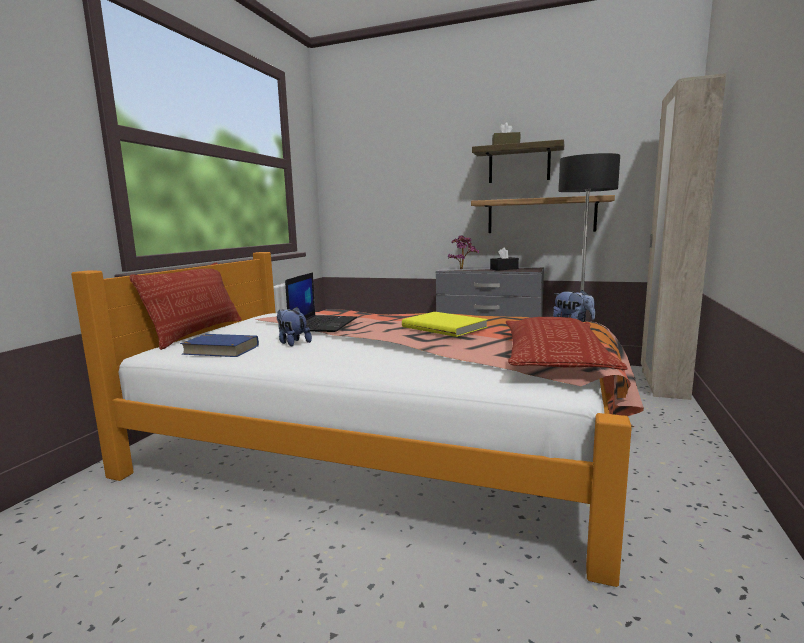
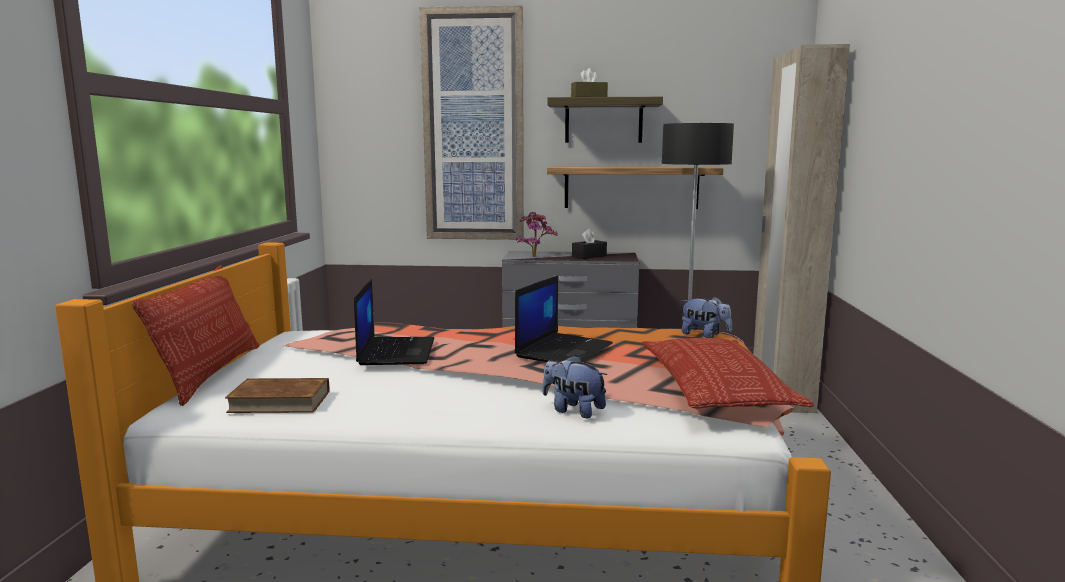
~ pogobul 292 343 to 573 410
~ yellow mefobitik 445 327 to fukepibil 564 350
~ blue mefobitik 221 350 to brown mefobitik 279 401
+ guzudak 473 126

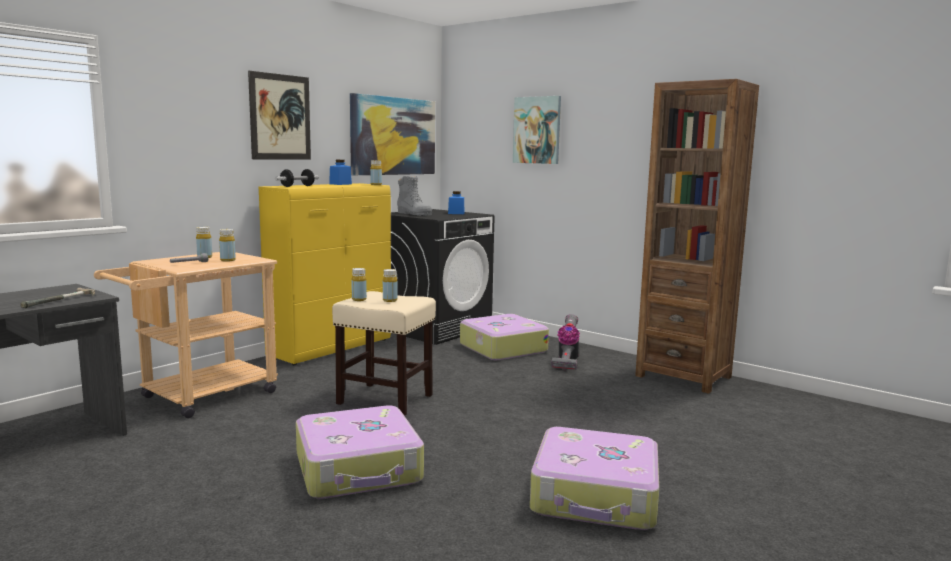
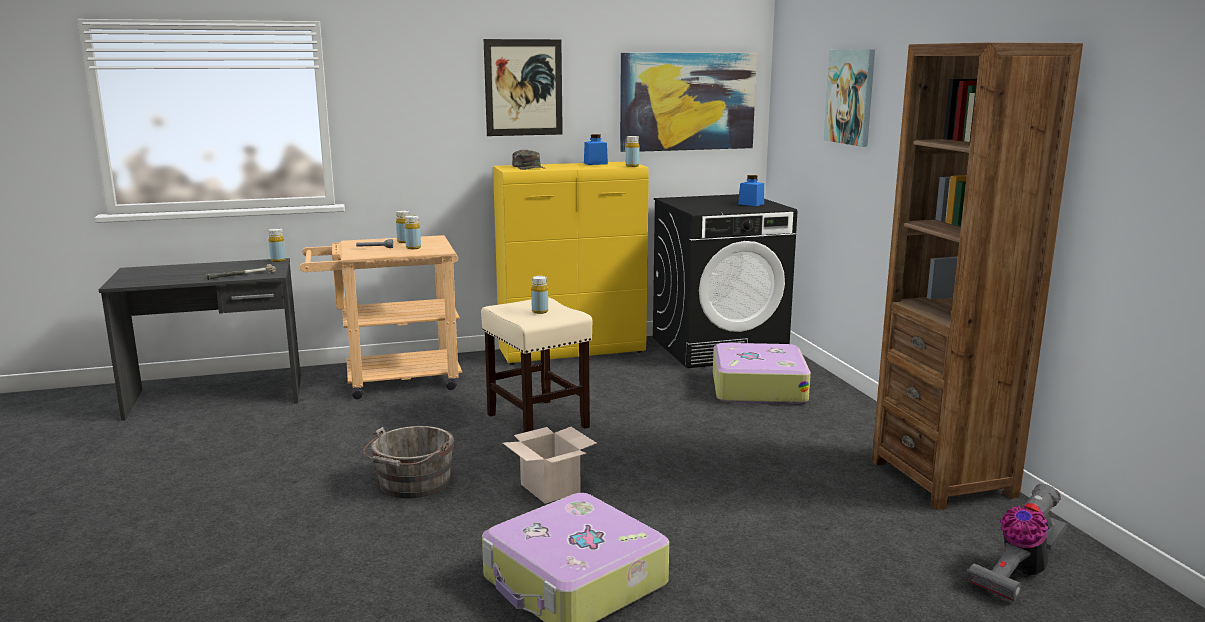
~ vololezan 297 186 to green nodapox 529 167
- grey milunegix 414 214
~ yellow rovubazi 359 299 to 278 260
~ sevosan 567 361 to 1018 572
~ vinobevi 359 468 to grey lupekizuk 412 484
+ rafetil 551 489

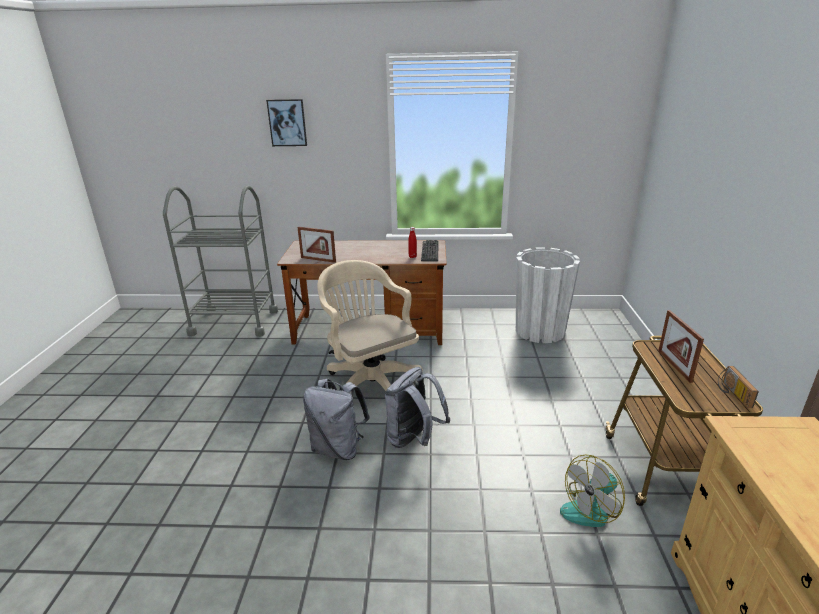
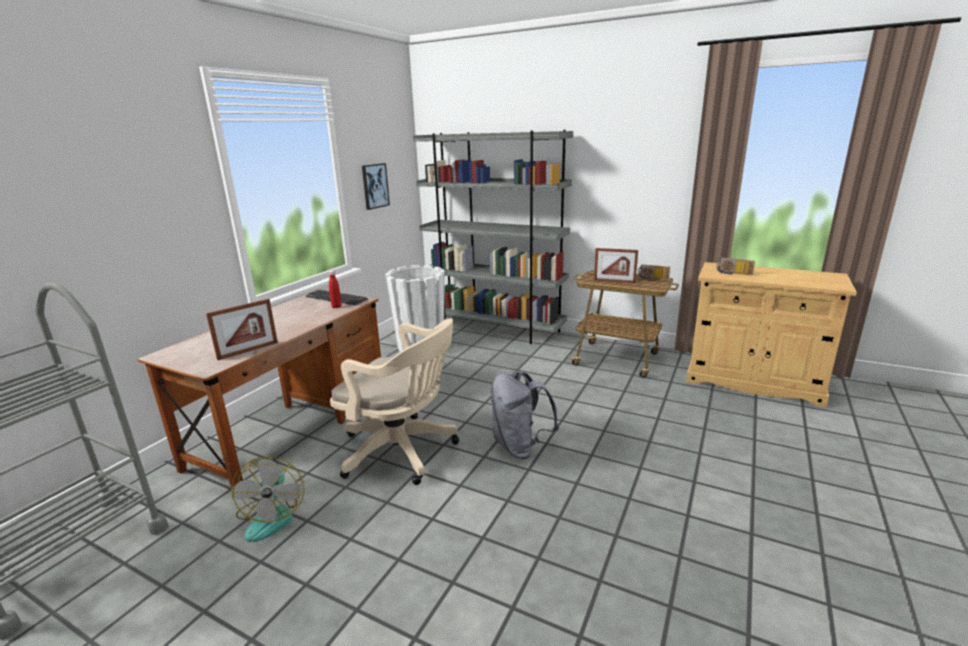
~ guzudak 287 122 to 375 186
~ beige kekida 370 383 = 403 451 150 degrees counterclockwise
- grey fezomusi 338 448
~ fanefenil 592 509 to 272 516
+ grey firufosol 495 329
+ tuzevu 733 273

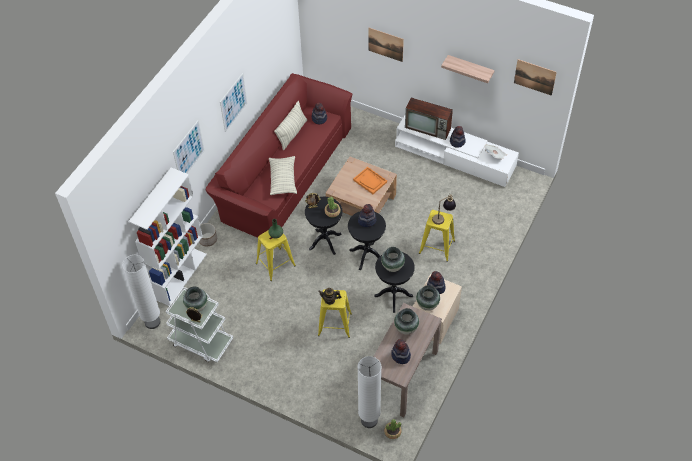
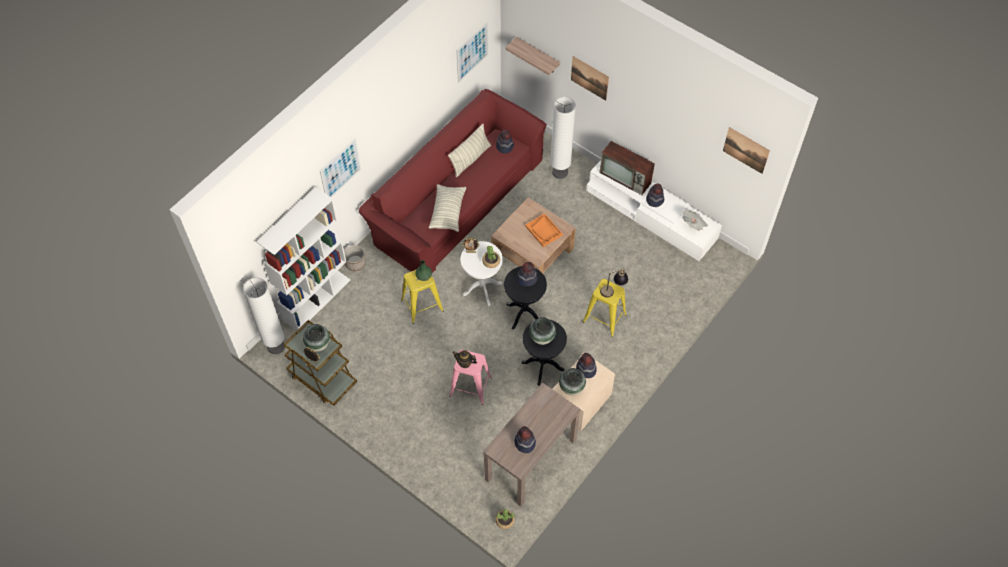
~ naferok 470 69 to 538 56
~ guzudak 233 102 to 472 52
~ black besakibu 325 241 to white besakibu 482 289
~ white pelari 201 342 to brown pelari 322 378
~ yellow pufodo 334 324 to pink pufodo 470 387
- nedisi 406 328
~ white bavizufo 369 420 to 560 172

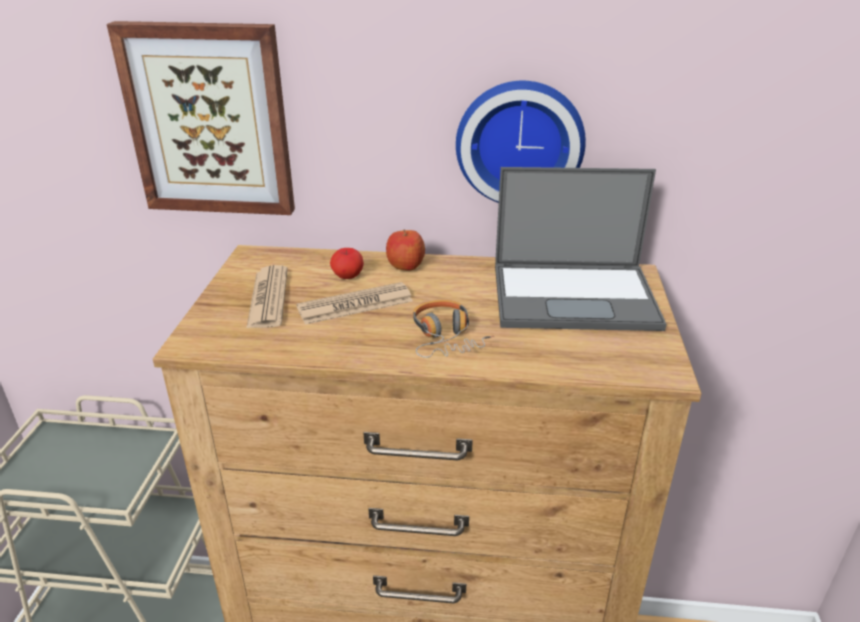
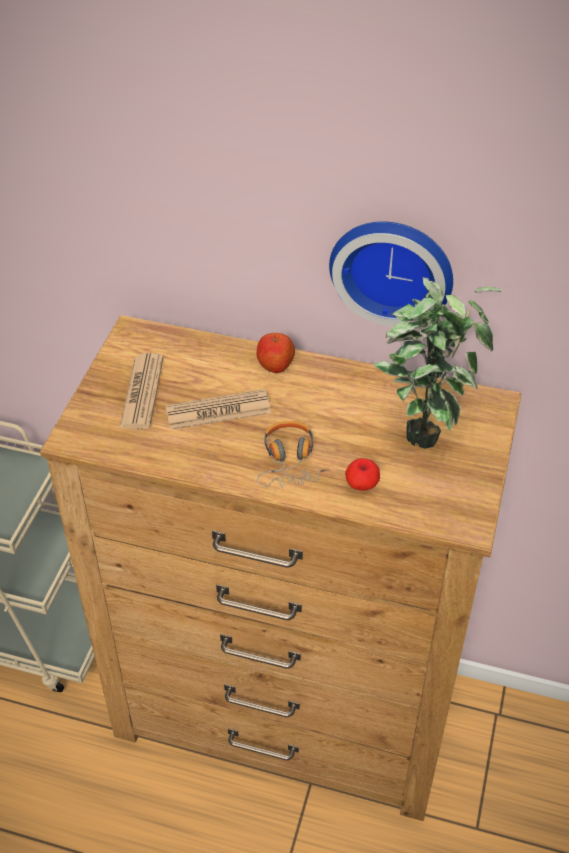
- guzudak 210 120
~ fukepibil 575 296 to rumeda 424 425
~ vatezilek 347 277 to 361 485

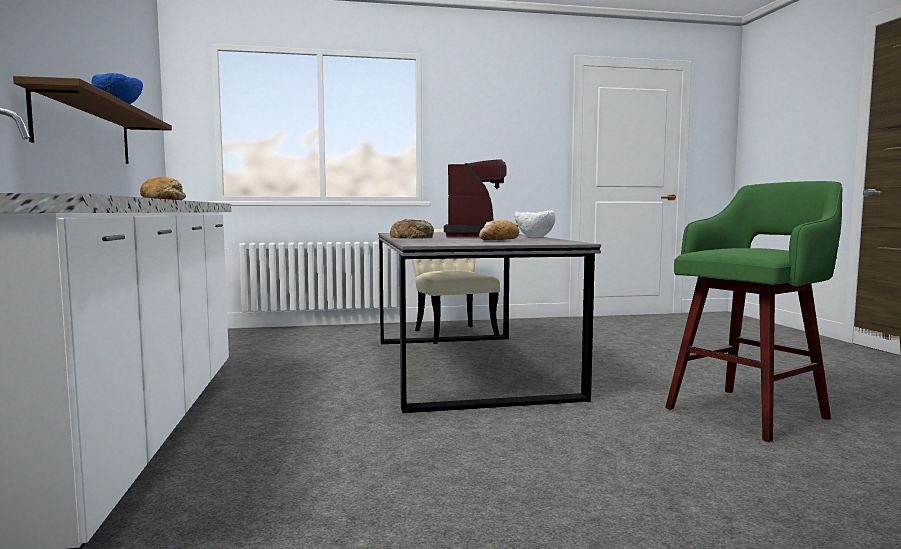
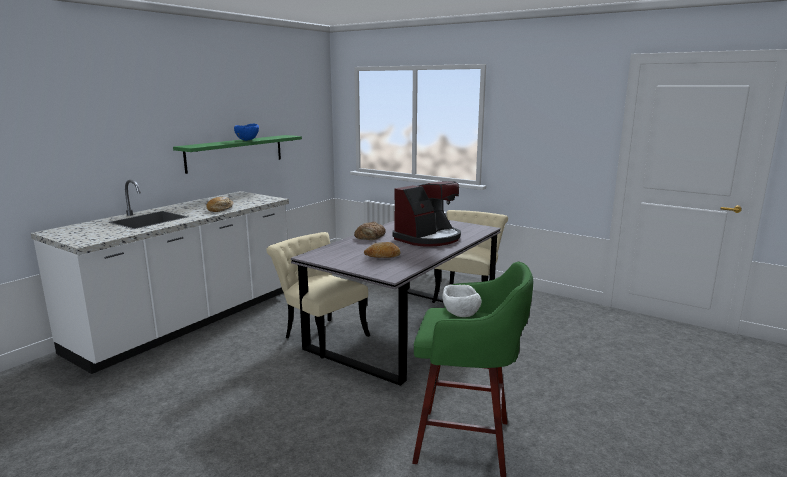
~ brown naferok 85 130 to green naferok 235 153
~ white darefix 534 237 to 460 315
+ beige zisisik 320 334

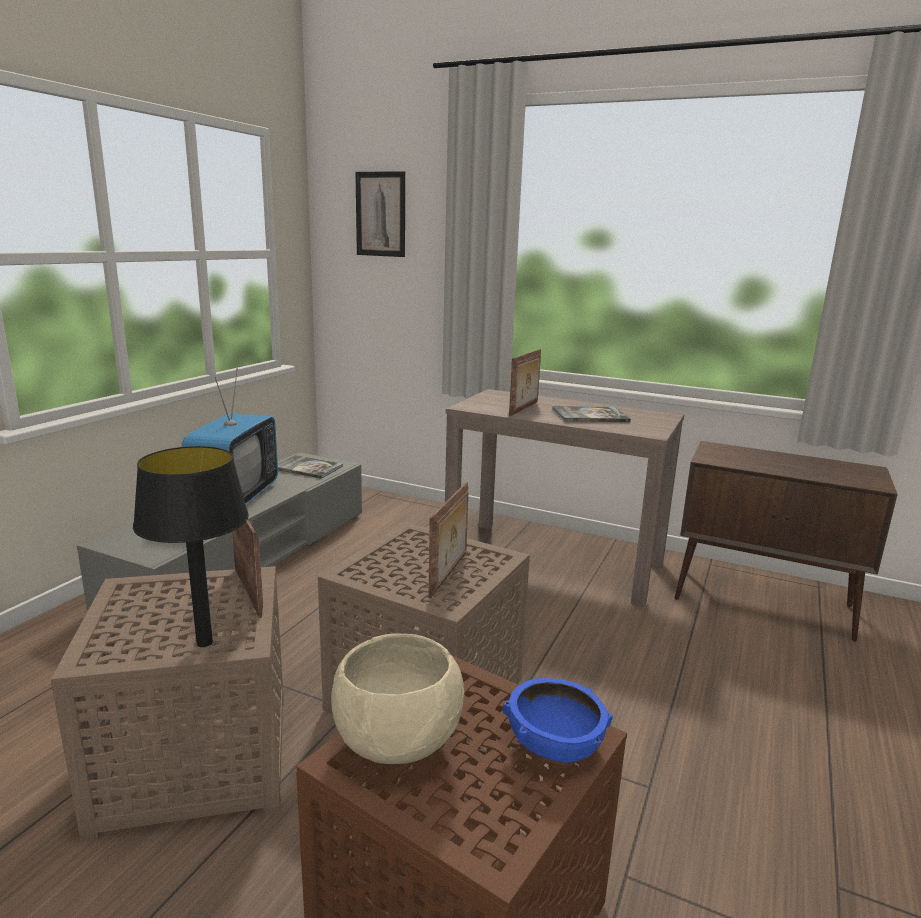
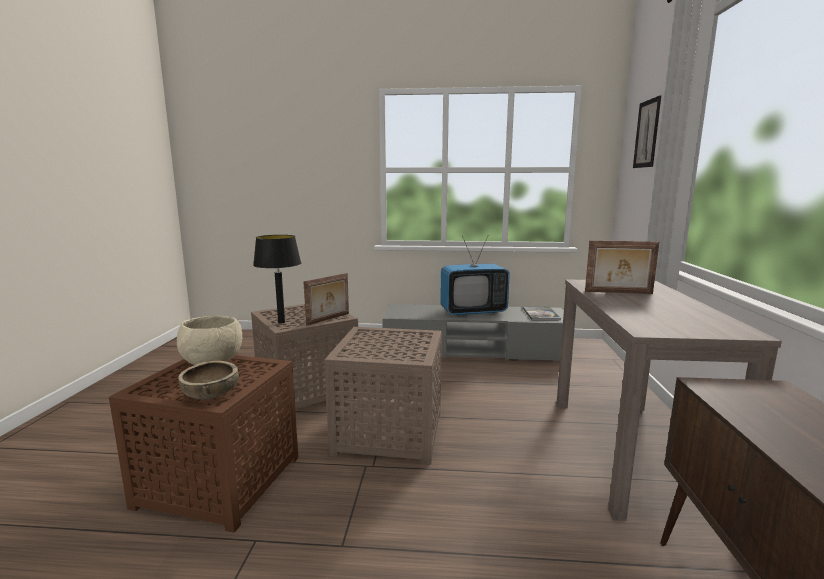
- mefobitik 590 415
- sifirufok 449 574
~ blue darefix 554 743 to brown darefix 211 394

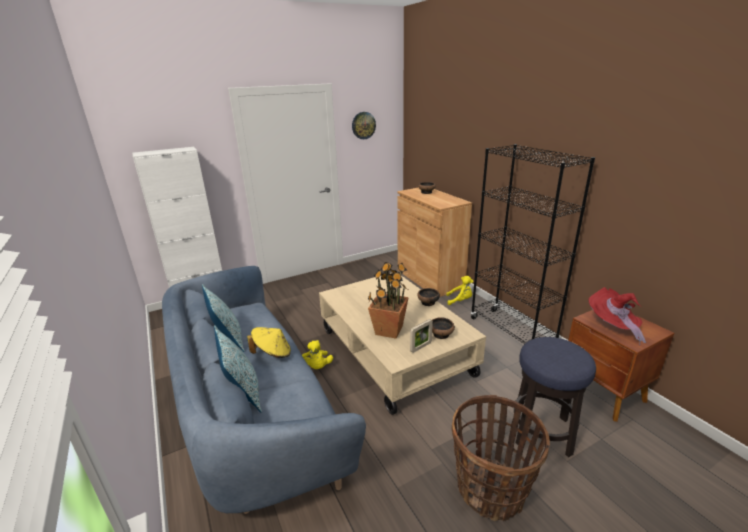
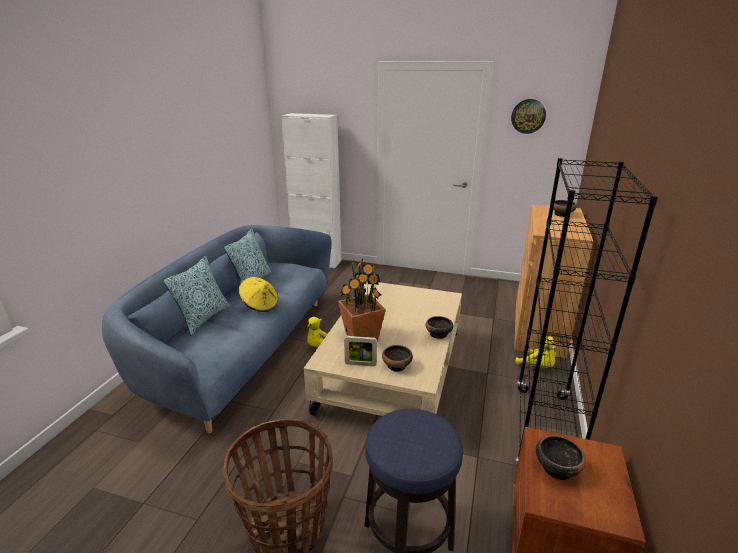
~ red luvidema 612 326 to darefix 556 468

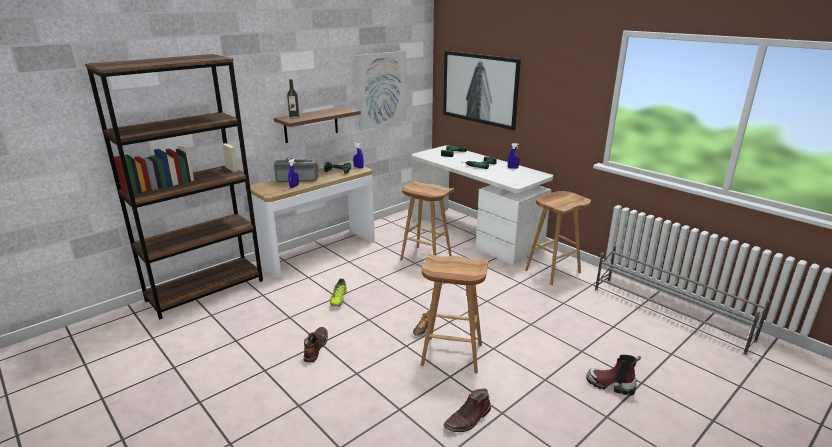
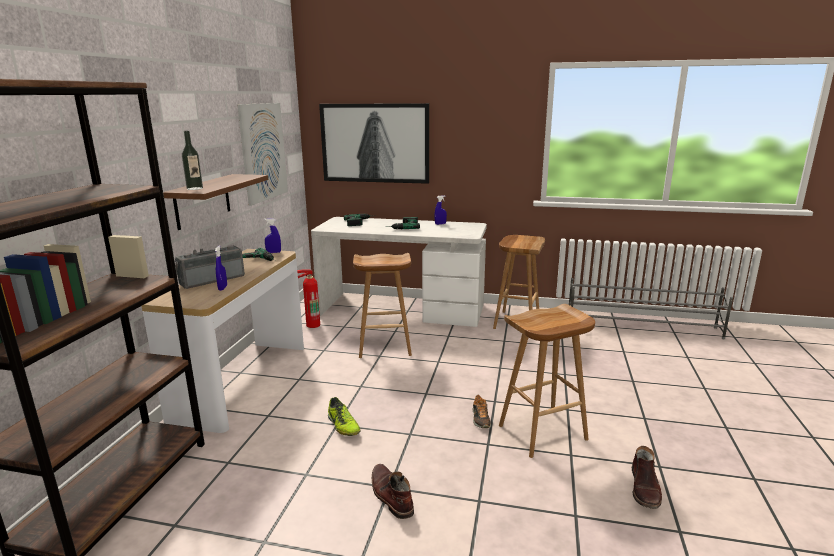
- milunegix 610 385
+ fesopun 311 325

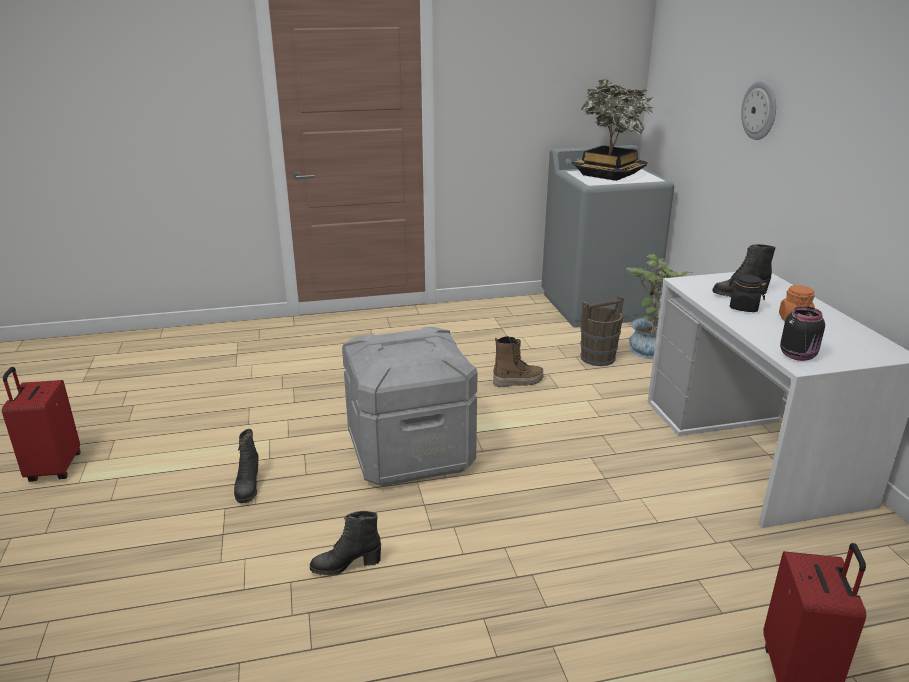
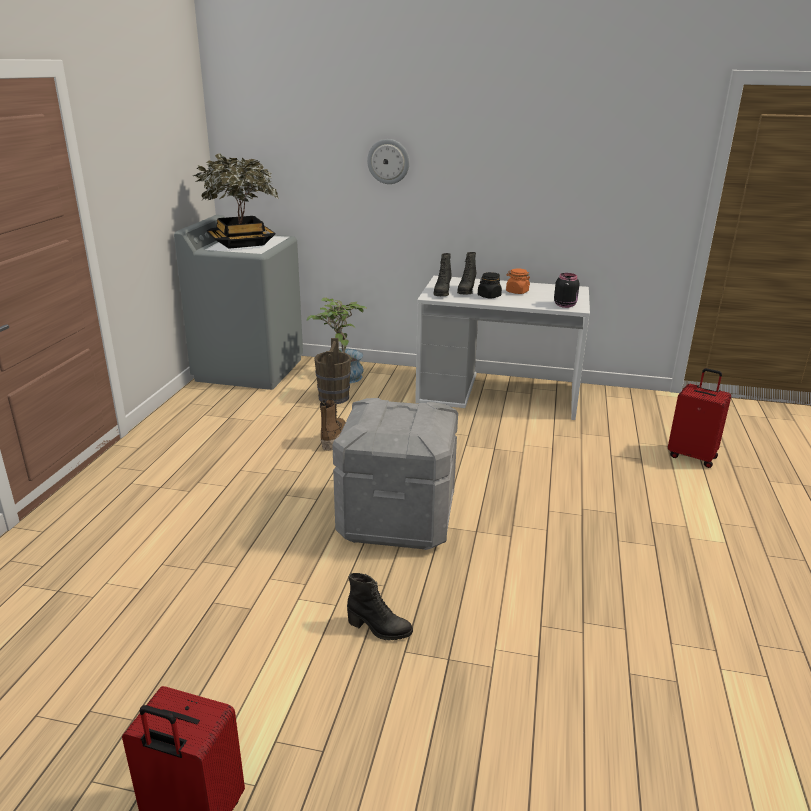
~ black milunegix 346 565 to 442 293

